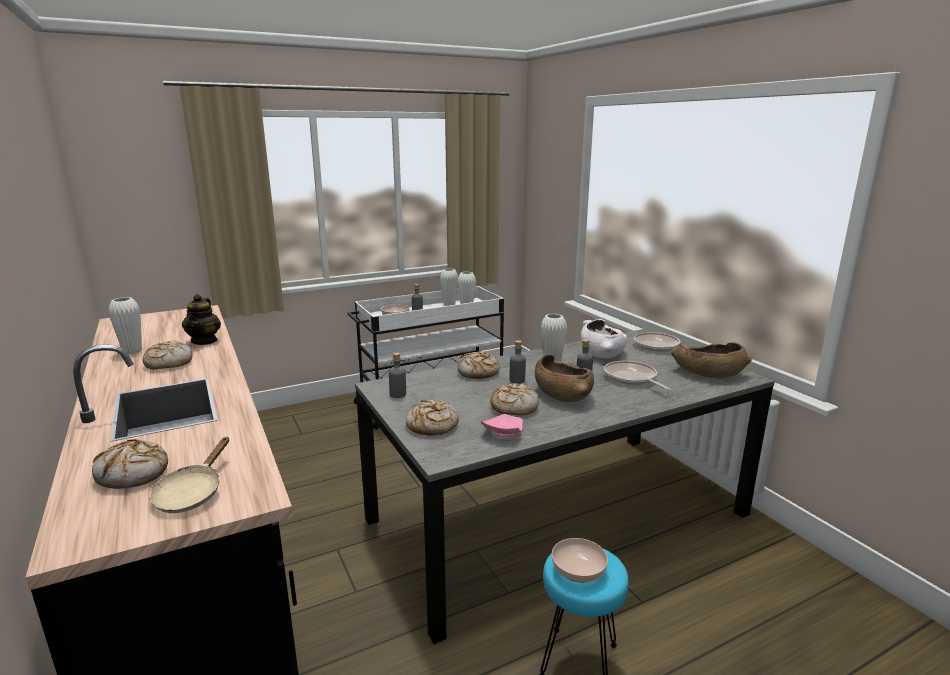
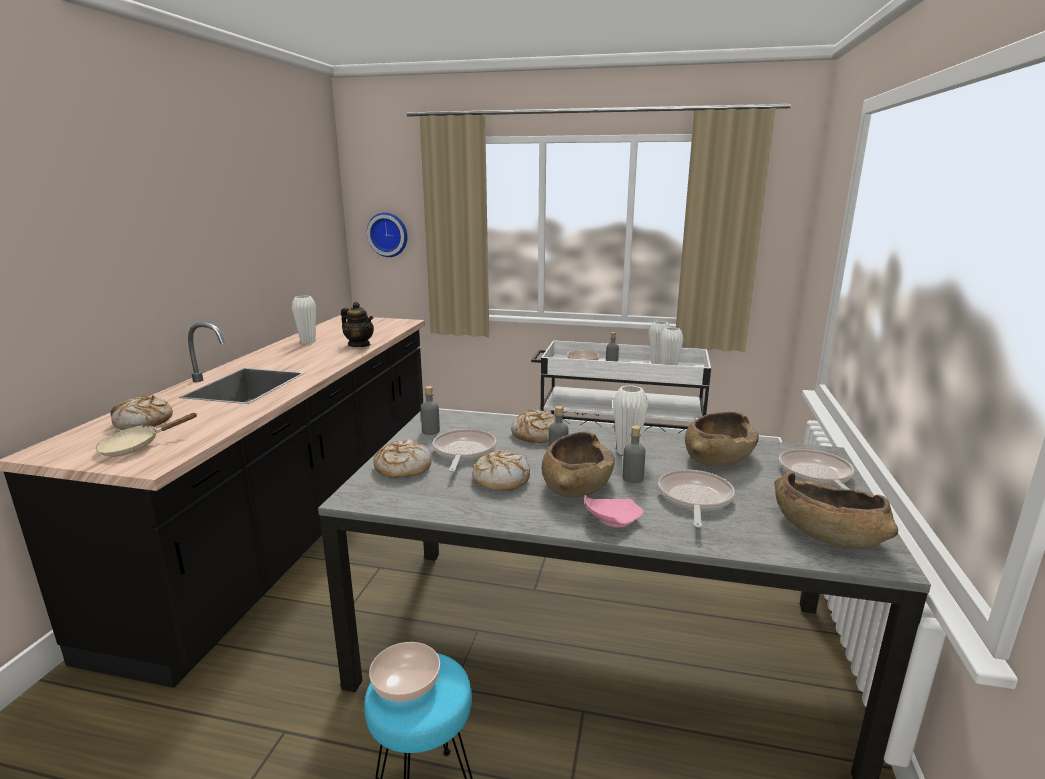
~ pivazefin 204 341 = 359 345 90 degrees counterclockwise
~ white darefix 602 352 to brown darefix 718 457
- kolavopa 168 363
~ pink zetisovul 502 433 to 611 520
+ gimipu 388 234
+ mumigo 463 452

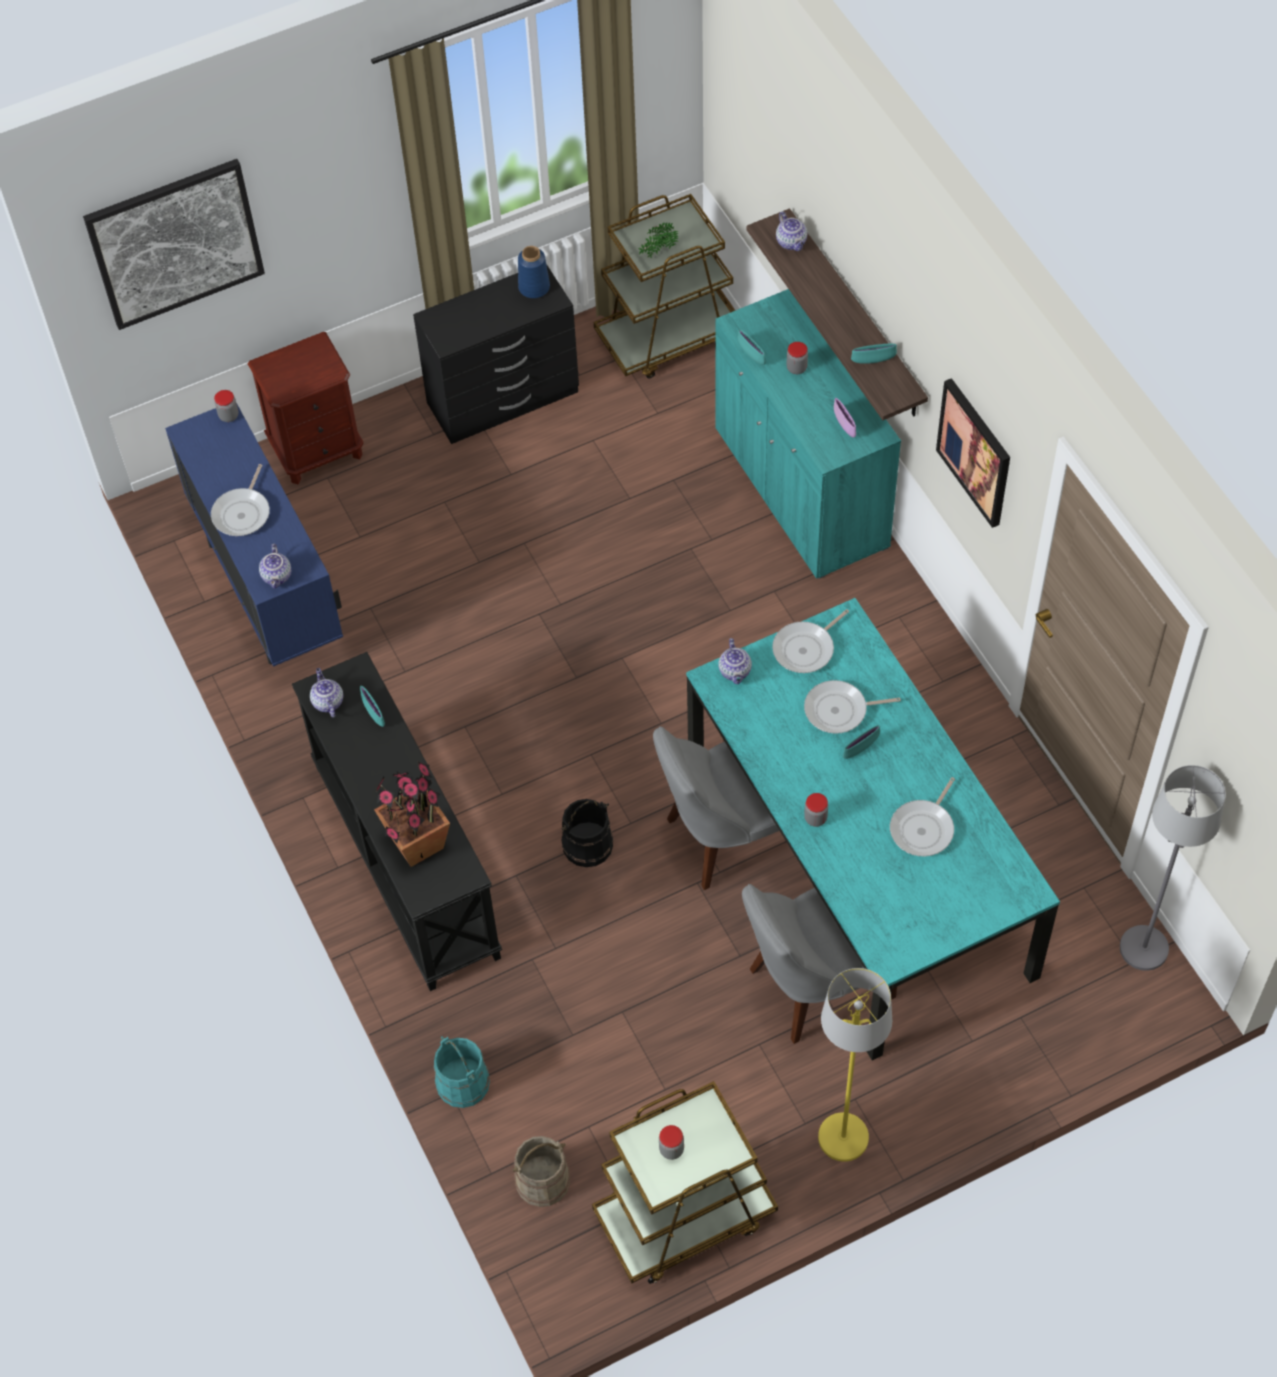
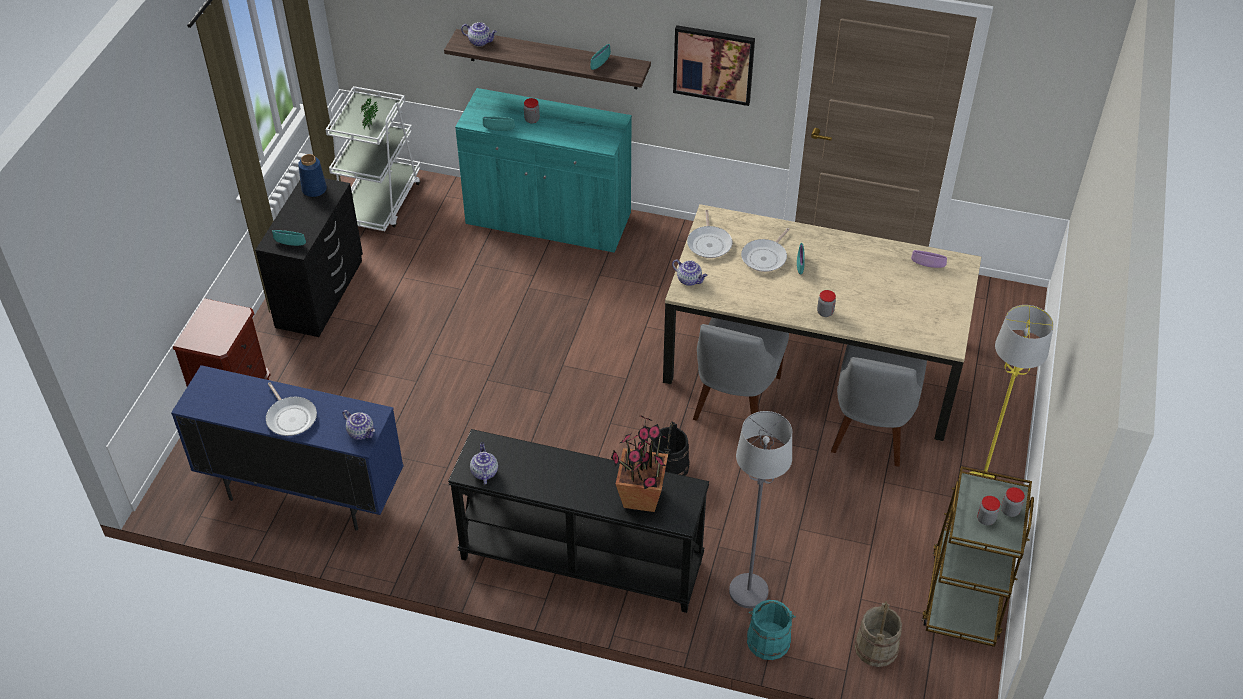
- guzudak 175 243
~ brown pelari 669 337 to white pelari 380 201
~ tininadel 228 416 to 1010 510
~ purple darefix 844 425 to 927 265
~ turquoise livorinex 860 865 to beige livorinex 814 361
~ pivazefin 327 701 = 484 472 60 degrees clockwise
~ turquoise darefix 373 713 to 290 244
~ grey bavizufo 1143 948 to 748 592
- mumigo 924 828

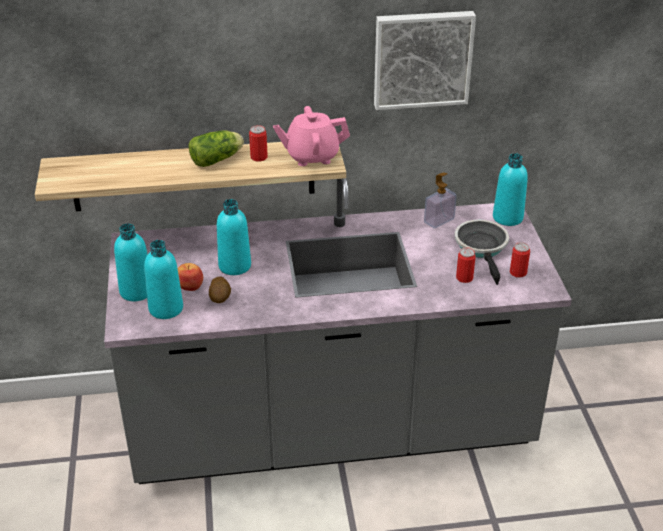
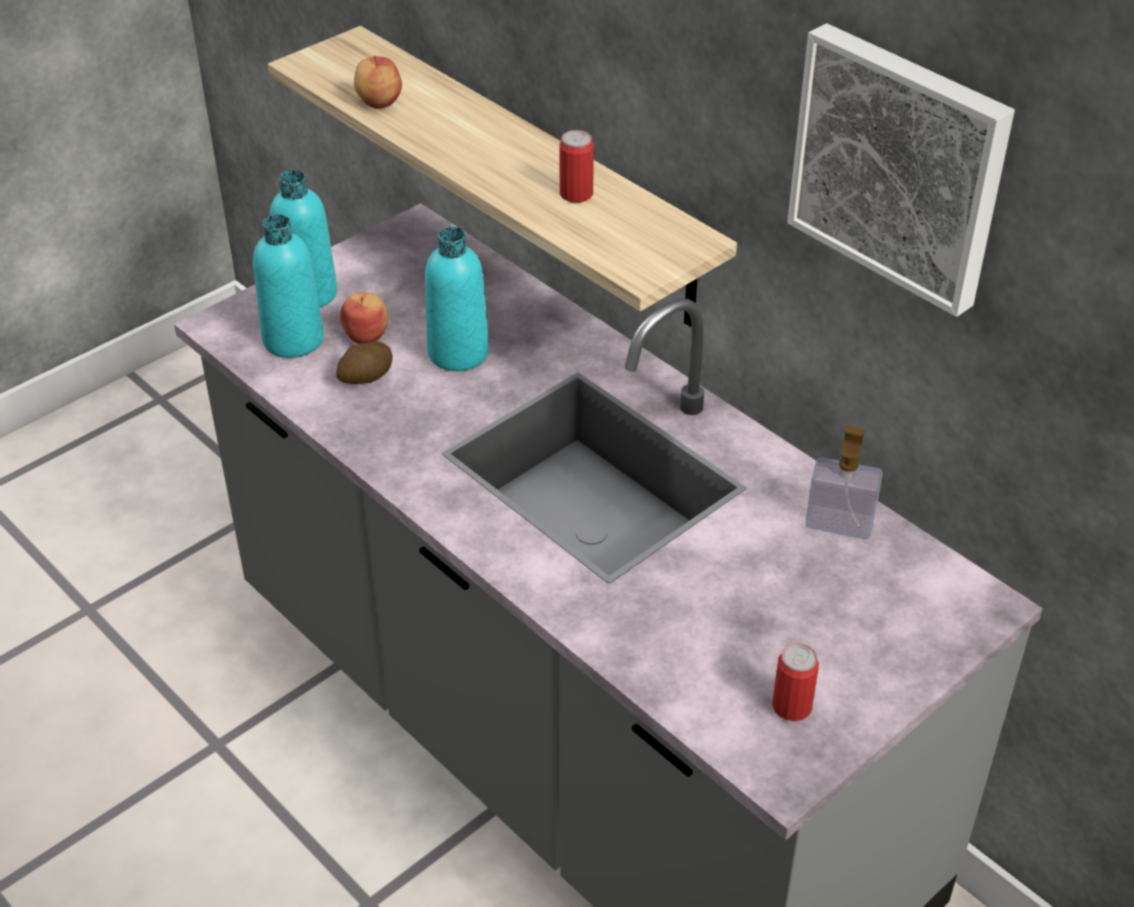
- pink pivazefin 312 156
- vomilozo 218 159
- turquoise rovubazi 507 218
- mumigo 482 248
- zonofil 464 278
+ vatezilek 378 102

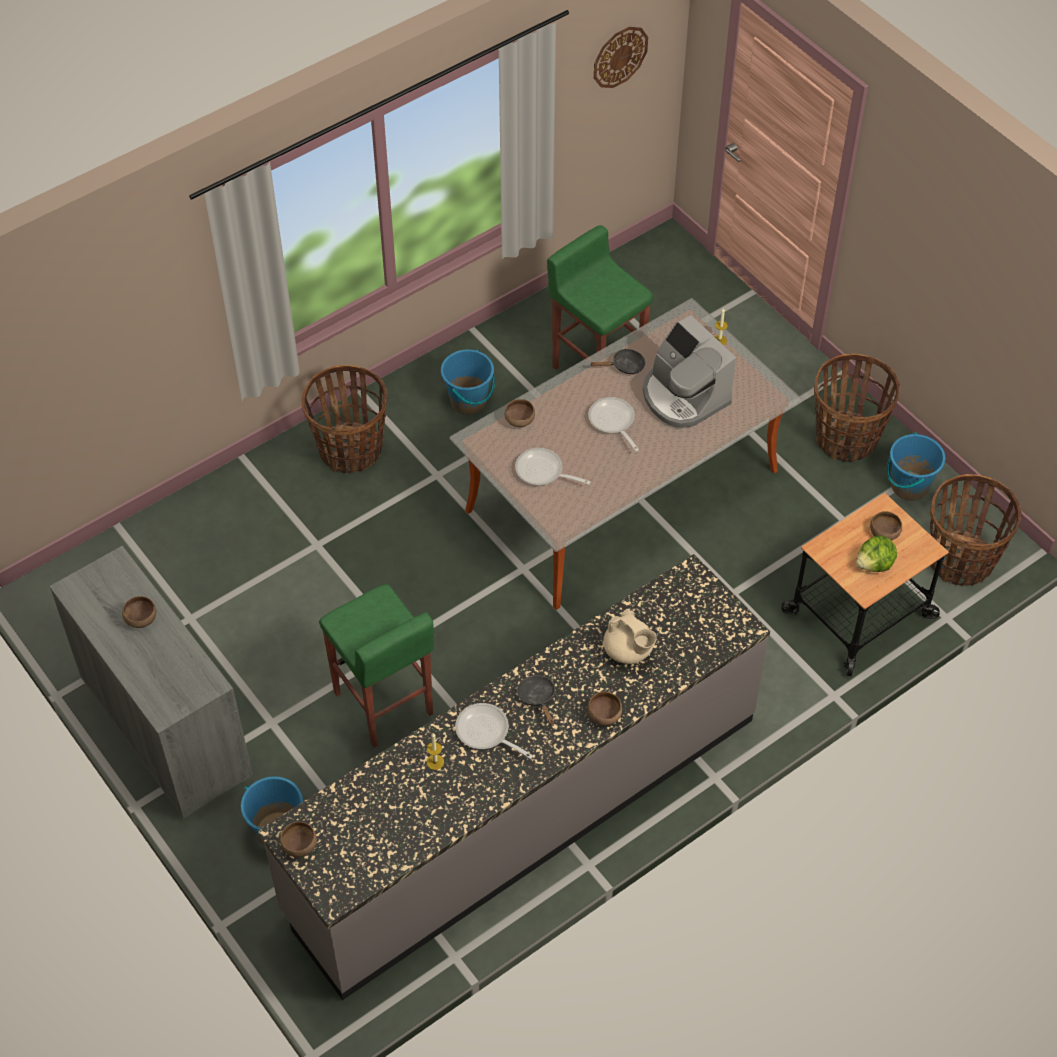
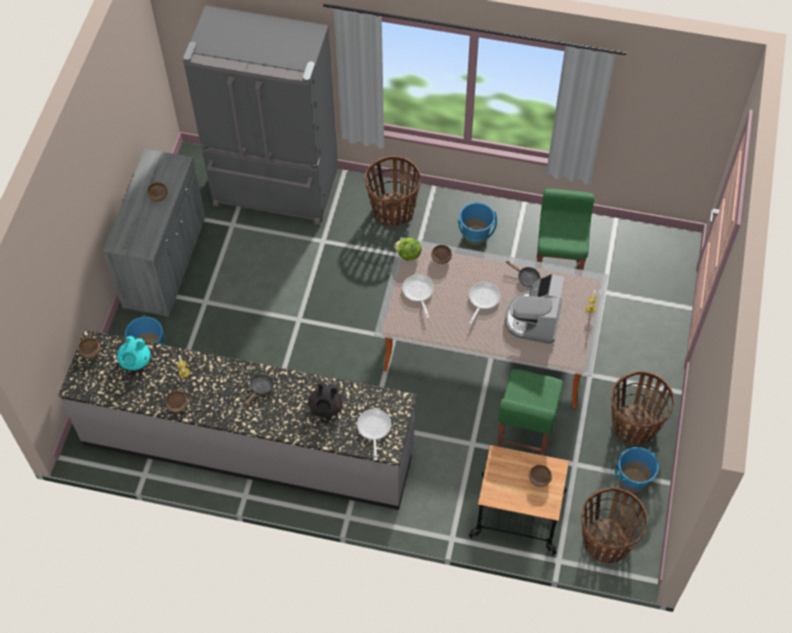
- gimipu 620 56
~ vomilozo 874 564 to 408 255
~ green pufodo 383 705 to 523 440
~ beige pivazefin 629 651 to black pivazefin 325 408
~ brown darefix 605 715 to 178 405
~ mumigo 486 733 to 373 429
+ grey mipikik 275 190
+ turquoise pivazefin 135 361

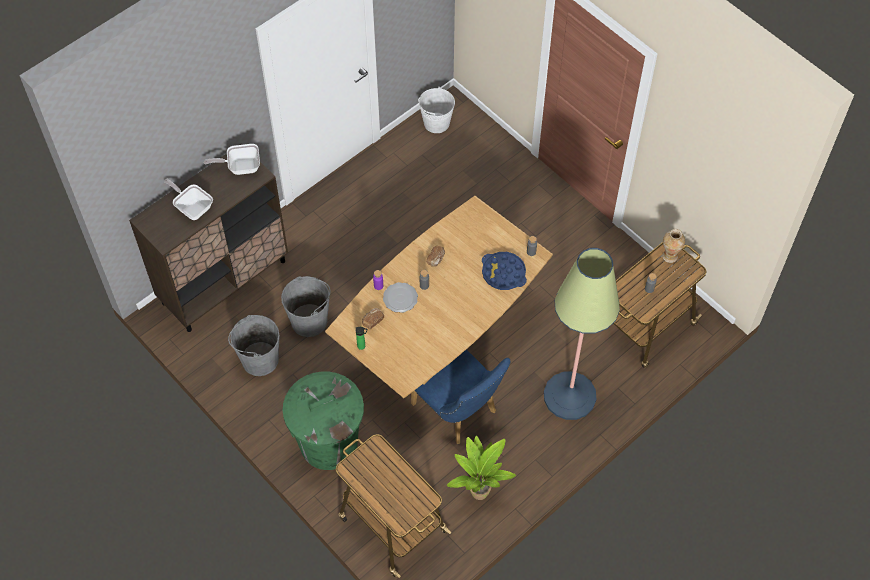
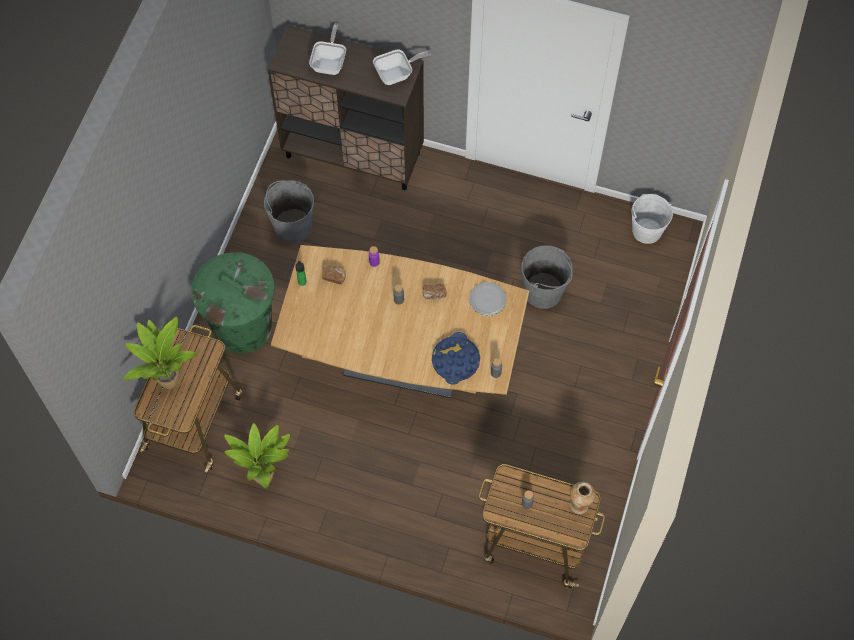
~ mumigo 240 167 = 397 74 105 degrees clockwise
- bavizufo 569 396
~ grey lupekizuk 309 321 to 543 291
~ zetisovul 400 298 to 488 299
- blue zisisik 458 412
+ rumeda 167 380

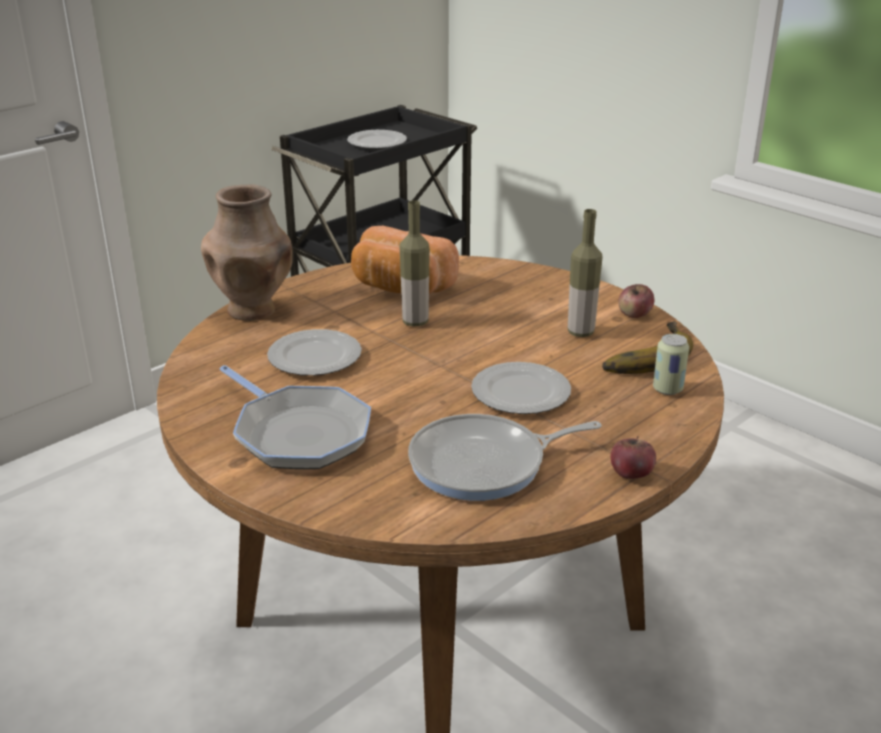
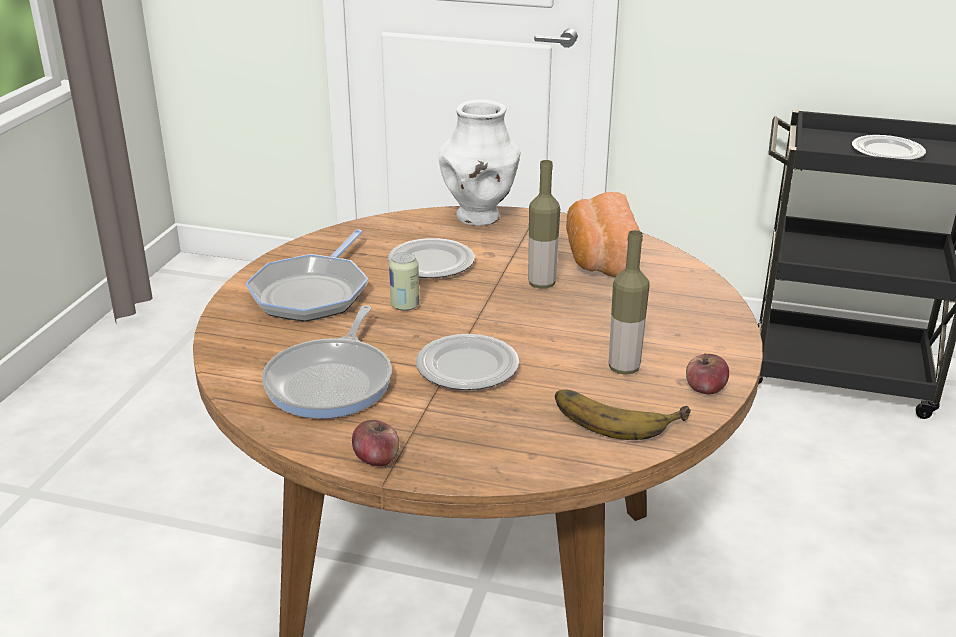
~ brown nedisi 253 310 to white nedisi 479 217
~ zonofil 667 389 to 405 305
~ mumigo 484 464 = 332 381 120 degrees counterclockwise

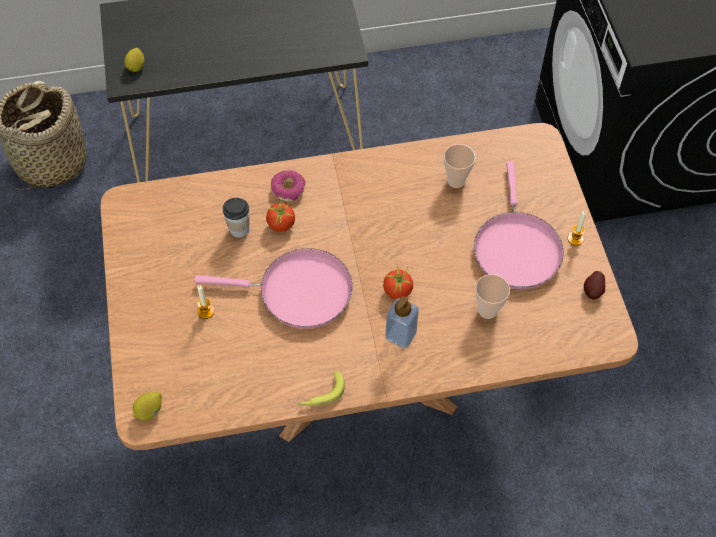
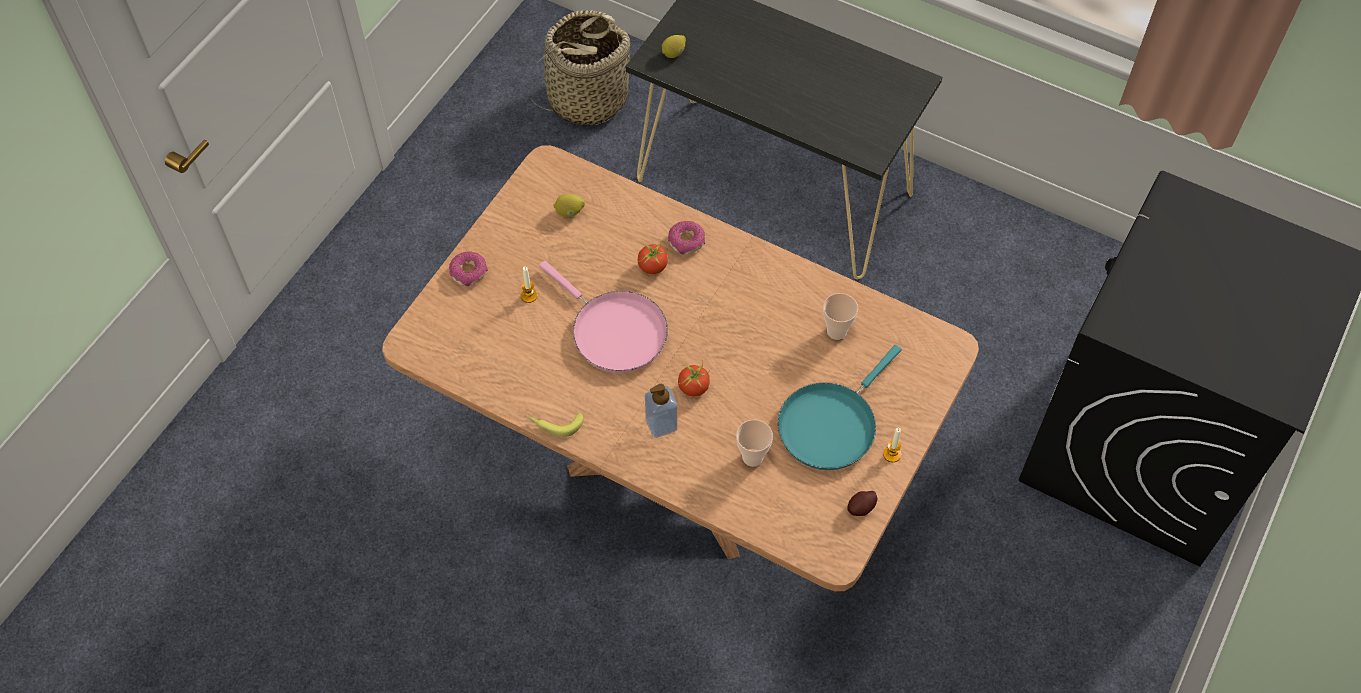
~ pink mumigo 516 247 to turquoise mumigo 831 424
- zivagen 239 229
~ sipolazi 149 411 to 569 212
+ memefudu 469 272

